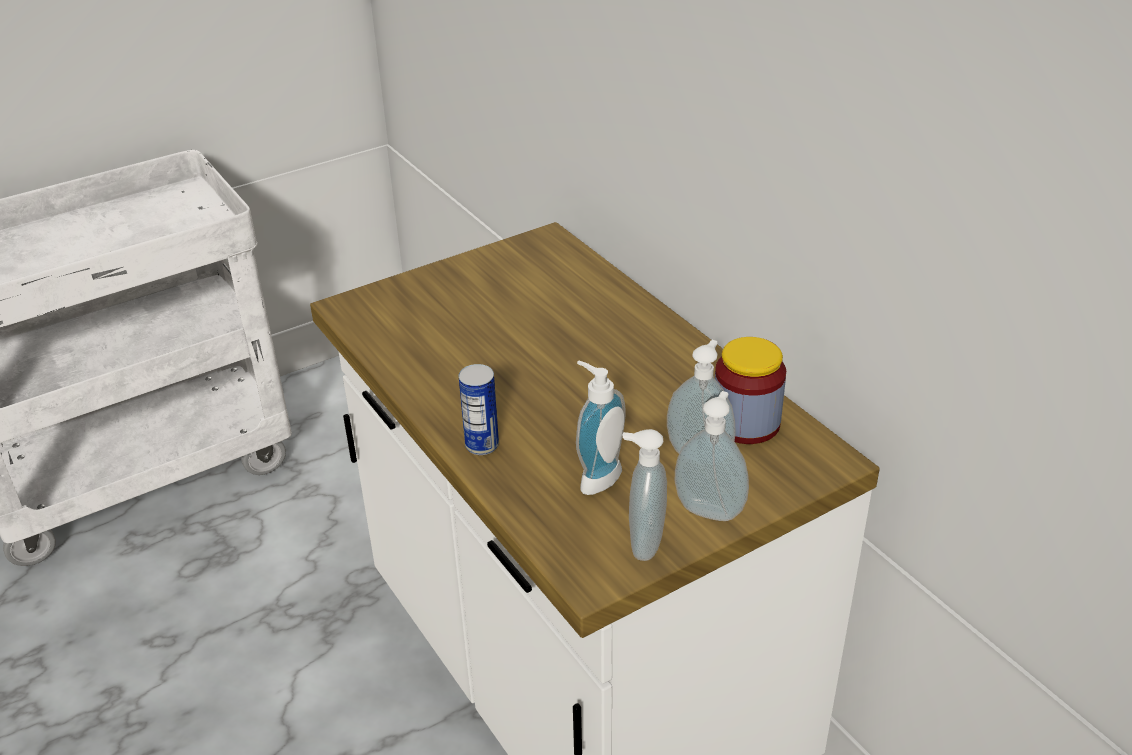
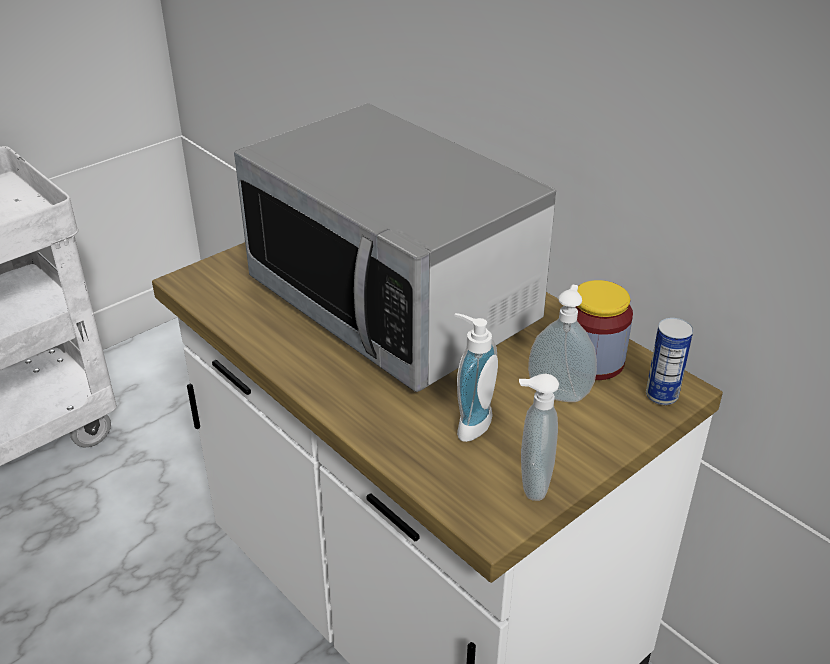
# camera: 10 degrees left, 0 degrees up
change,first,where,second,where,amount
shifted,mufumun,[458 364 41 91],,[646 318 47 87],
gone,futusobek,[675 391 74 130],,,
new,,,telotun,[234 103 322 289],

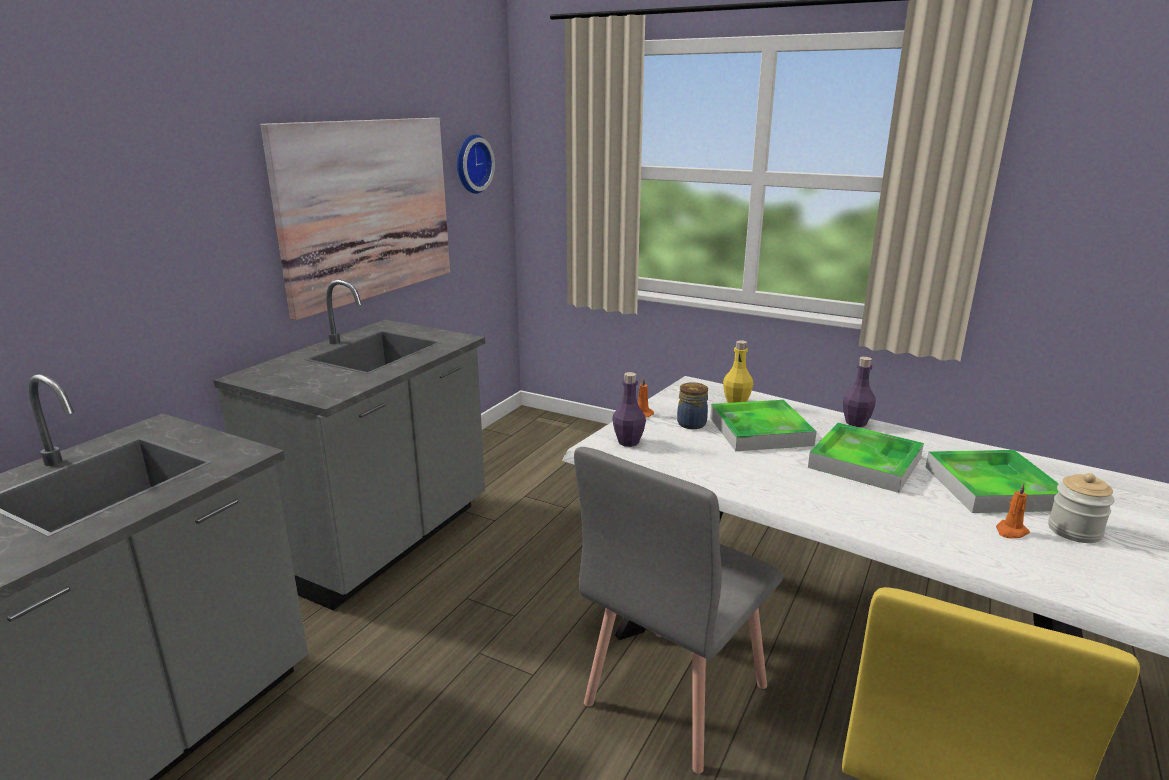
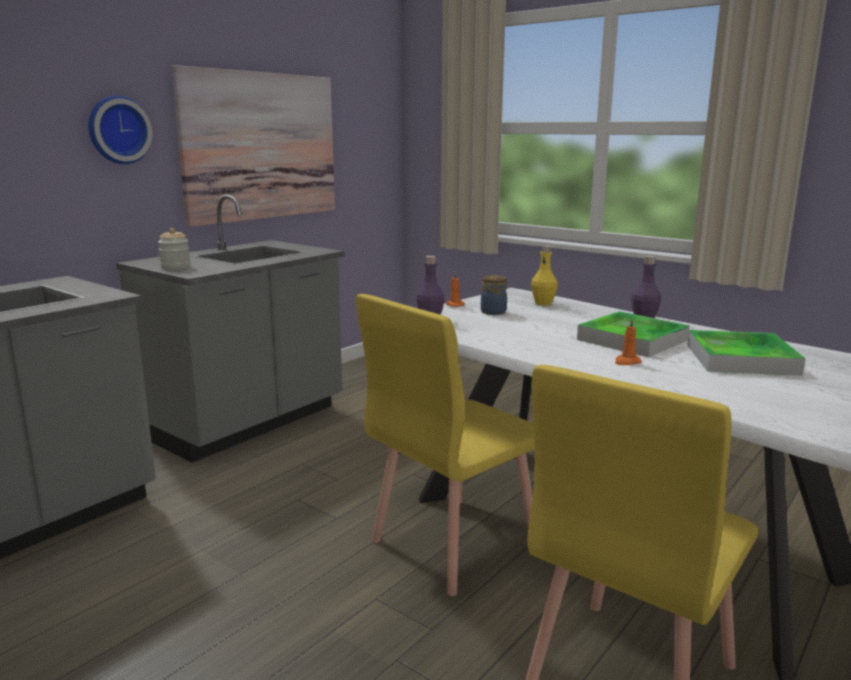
# camera: 10 degrees right, 5 degrees down
change,first,where,second,where,amount
shifted,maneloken,[457 135 38 59],,[88 95 64 69],
gone,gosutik,[710 400 107 51],,,
repainted,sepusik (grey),[574 447 209 327],sepusik (yellow),[356 294 178 302],
shifted,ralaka,[1048 473 67 70],,[158 228 33 41],
shifted,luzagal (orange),[996 483 34 56],,[615 319 27 46],

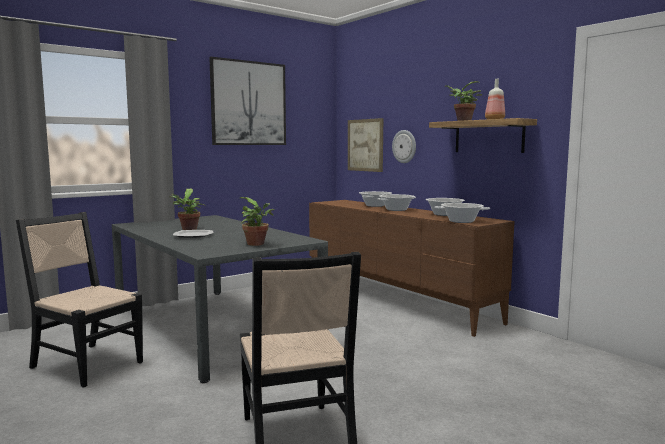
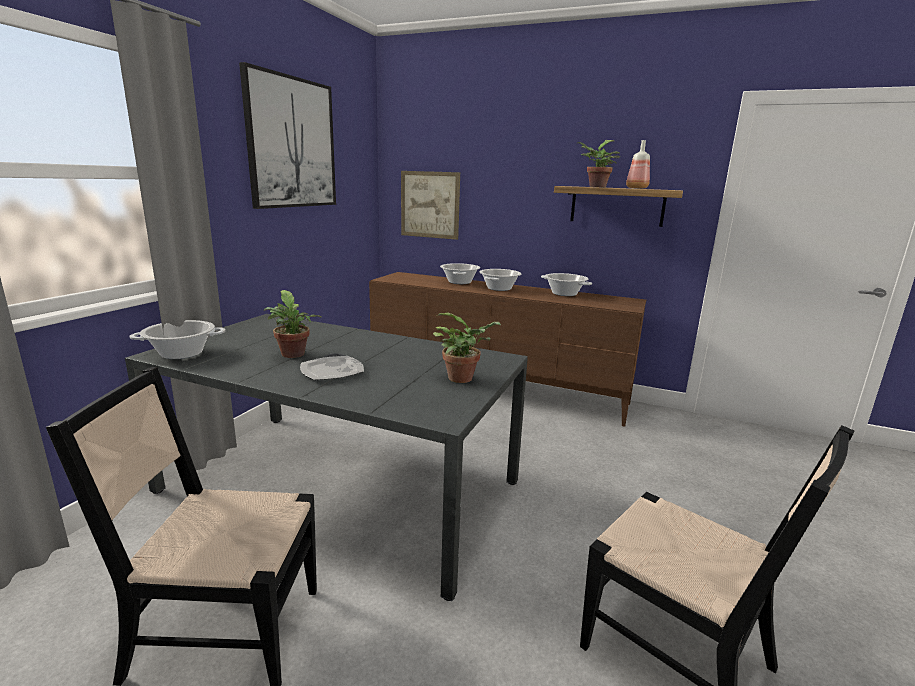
# camera: 30 degrees left, 10 degrees up
change,first,where,second,where,amount
gone,maneloken,[392 130 24 33],,,
shifted,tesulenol,[434 203 56 20],,[129 320 96 39],

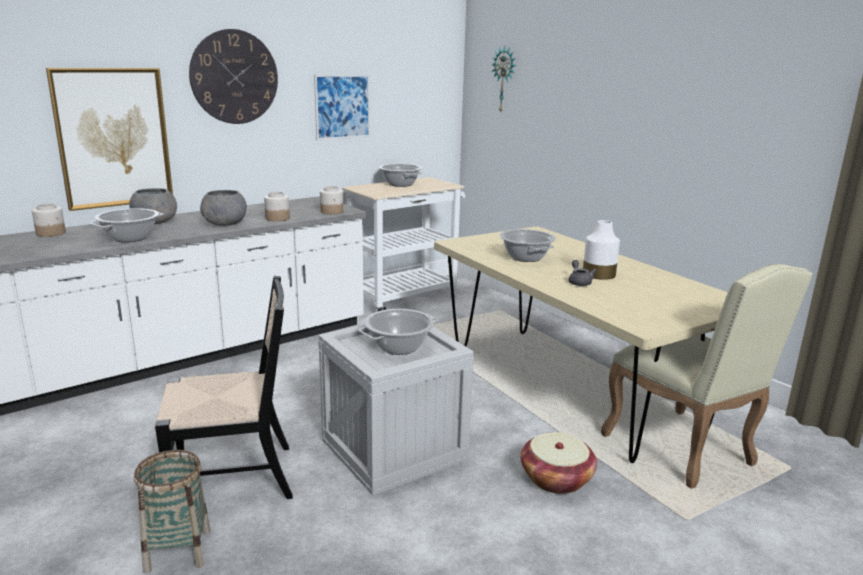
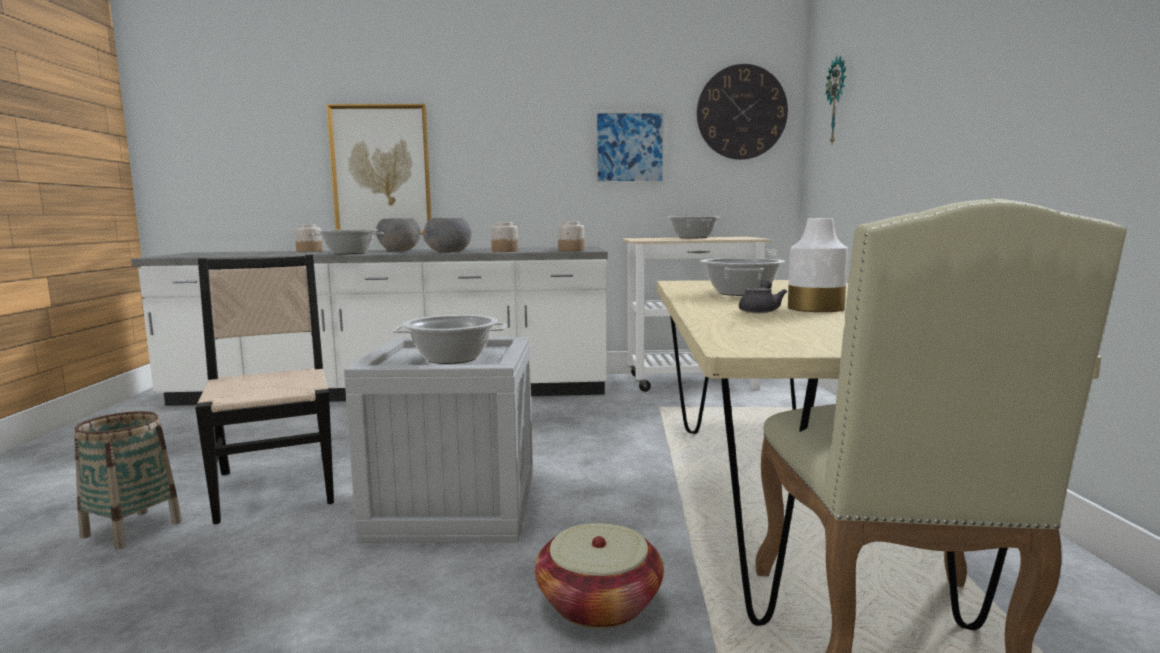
# camera: 35 degrees right, 10 degrees down
change,first,where,second,where,amount
shifted,maneloken,[189 29 89 95],,[697 64 91 96],
rotated,sepusik,[155 276 138 223],,[195 255 139 269],135 degrees counterclockwise

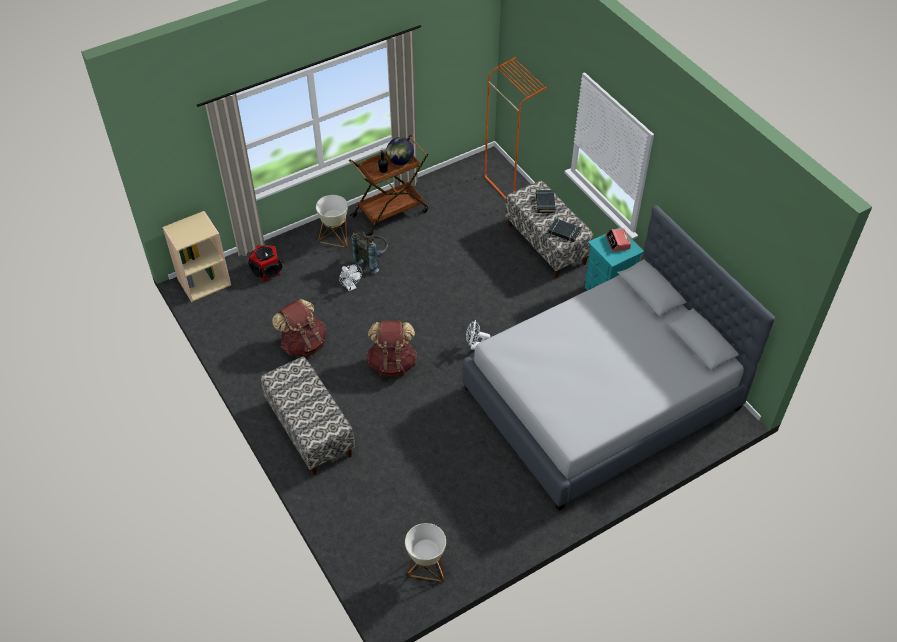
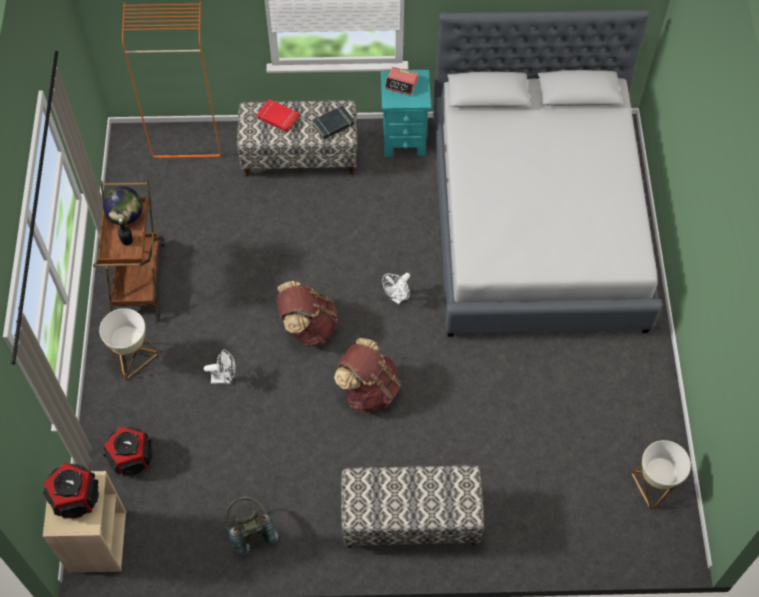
# camera: 60 degrees left, 10 degrees up
change,first,where,second,where,amount
repainted,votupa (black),[536 190 20 23],votupa (red),[257 99 42 33],
shifted,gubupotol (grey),[351 231 37 43],,[225 497 53 58],
shifted,gubupotol (brown),[272 299 54 58],,[277 281 61 65],
new,,,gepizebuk,[43 463 56 56],

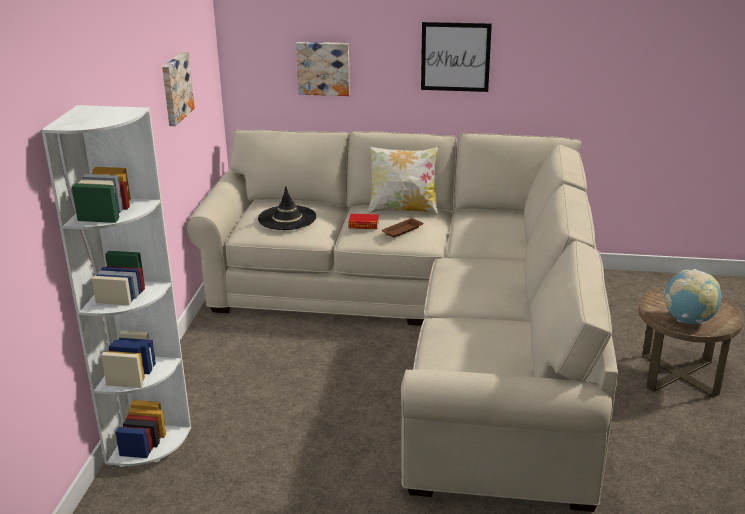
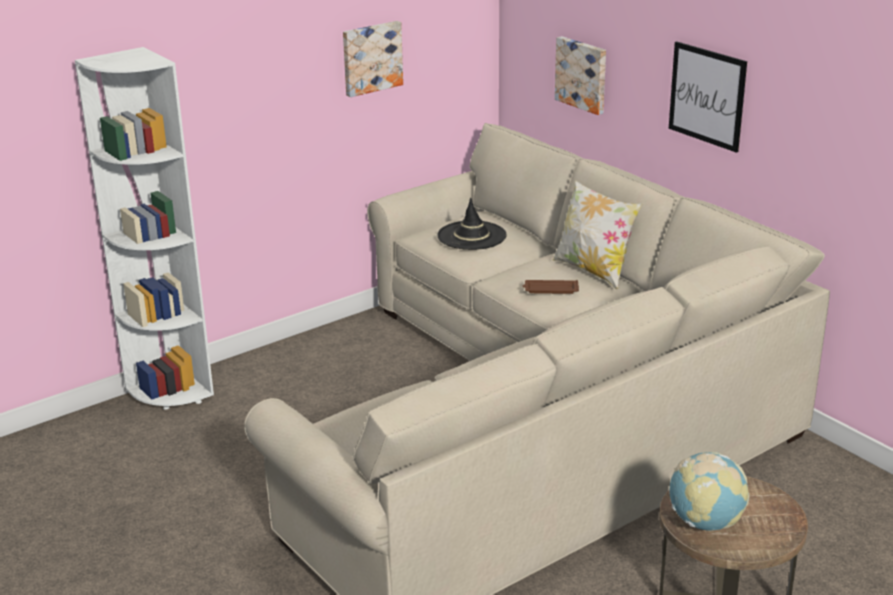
# camera: 45 degrees right, 0 degrees up
change,first,where,second,where,amount
gone,votupa,[348 214 31 15],,,

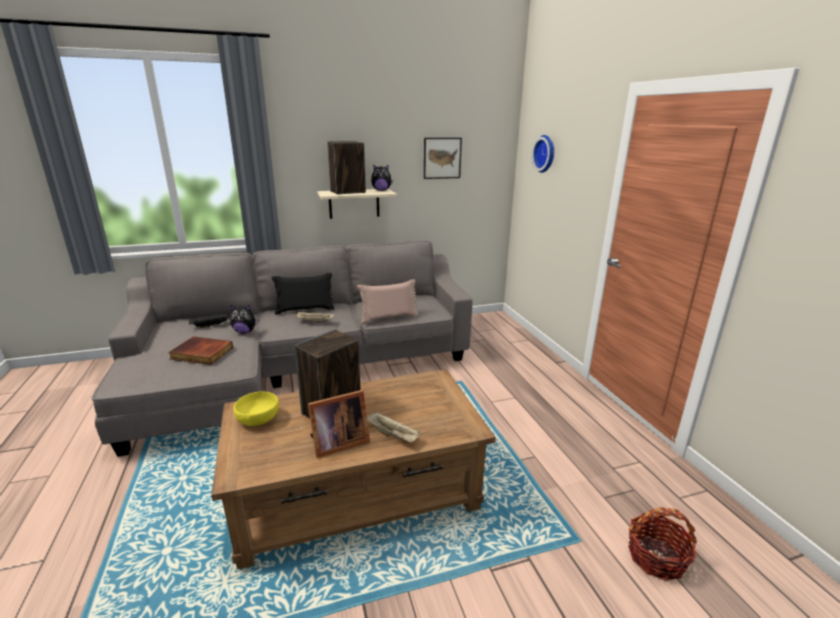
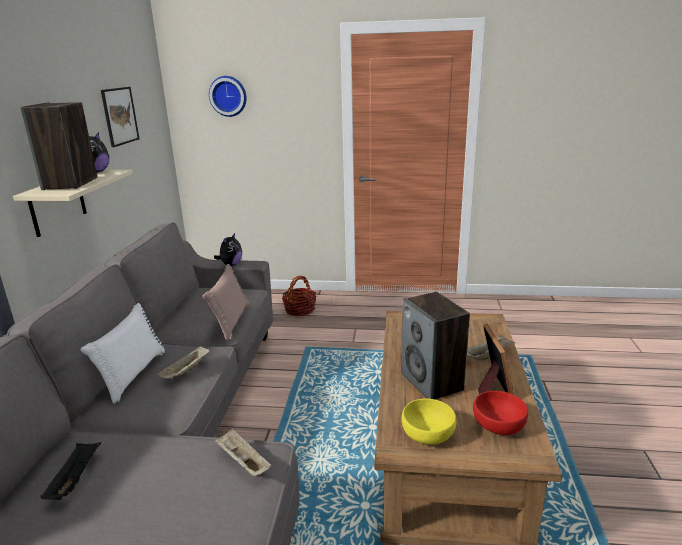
# camera: 65 degrees left, 0 degrees up
change,first,where,second,where,amount
repainted,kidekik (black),[271 273 63 42],kidekik (white),[81 303 84 101],
shifted,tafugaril,[230 305 29 28],,[214 233 28 33],
gone,votupa,[168 336 65 29],,,
shifted,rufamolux,[628 507 69 74],,[282 276 35 40],
new,,,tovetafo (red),[473 391 55 44],
new,,,gosutik (beige),[215 428 57 48],

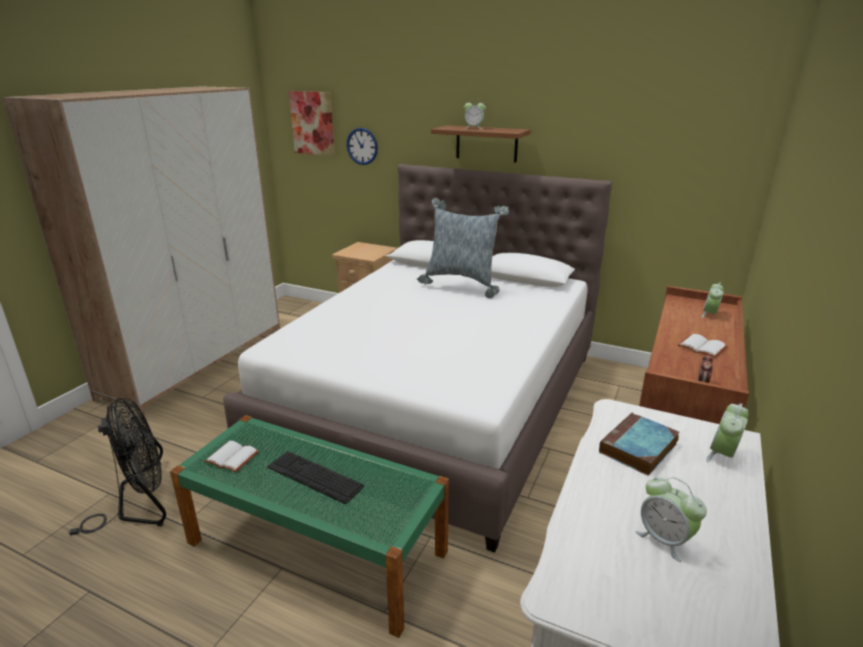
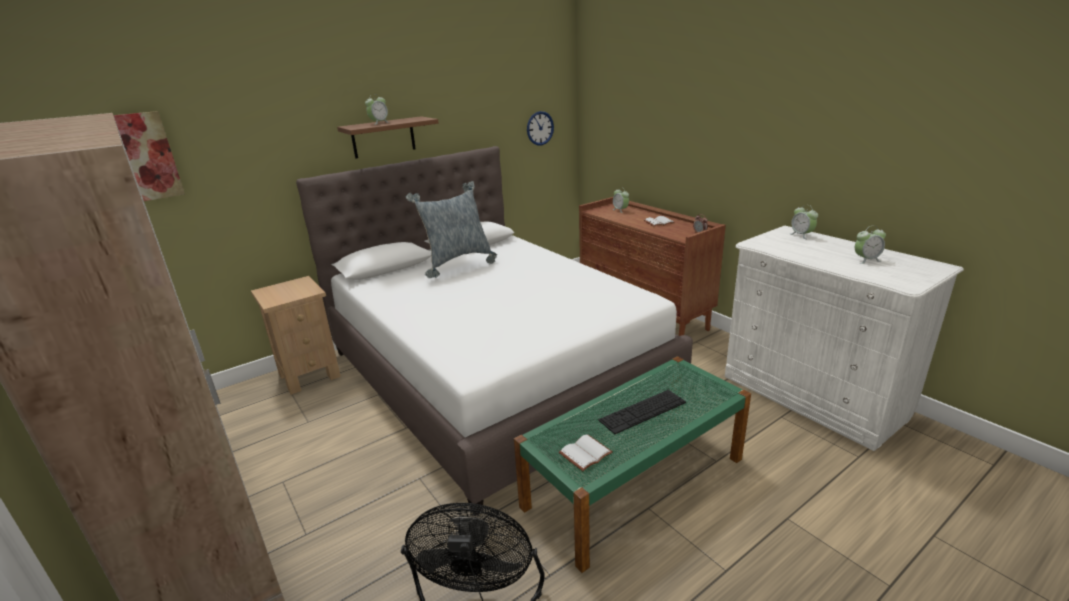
# camera: 60 degrees left, 0 degrees up
change,first,where,second,where,amount
shifted,maneloken,[346 128 32 37],,[527 111 27 35],
gone,votupa,[599 413 80 63],,,

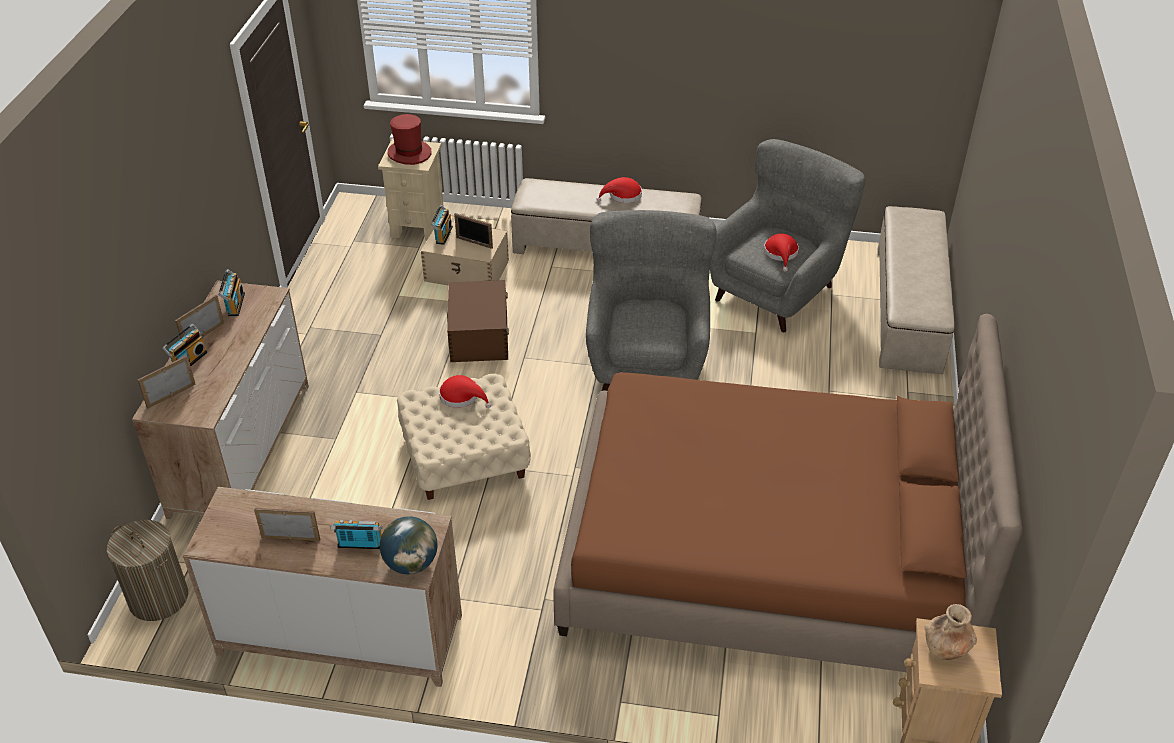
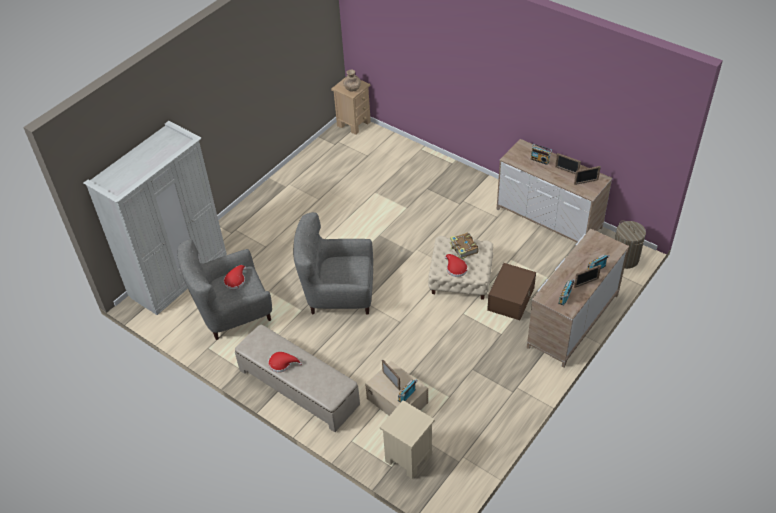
# camera: 150 degrees left, 5 degrees up
change,first,where,second,where,amount
gone,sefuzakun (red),[388 114 43 51],,,
swapped,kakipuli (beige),[878 206 77 168],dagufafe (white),[83 121 144 194],
rotated,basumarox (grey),[586 210 130 181],,[293 212 80 103],60 degrees clockwise
shifted,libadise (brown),[447 280 62 82],,[487 263 49 57],
gone,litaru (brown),[553 314 470 358],,,
shifted,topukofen,[138 355 58 53],,[574 166 27 19],
gone,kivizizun,[380 516 57 58],,,
new,,,votupa,[450 232 29 27],

